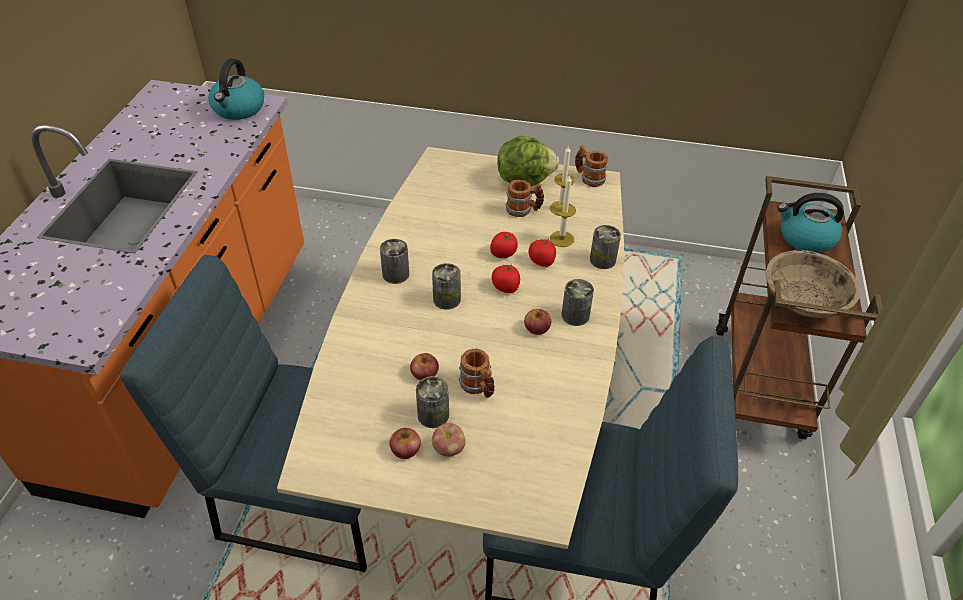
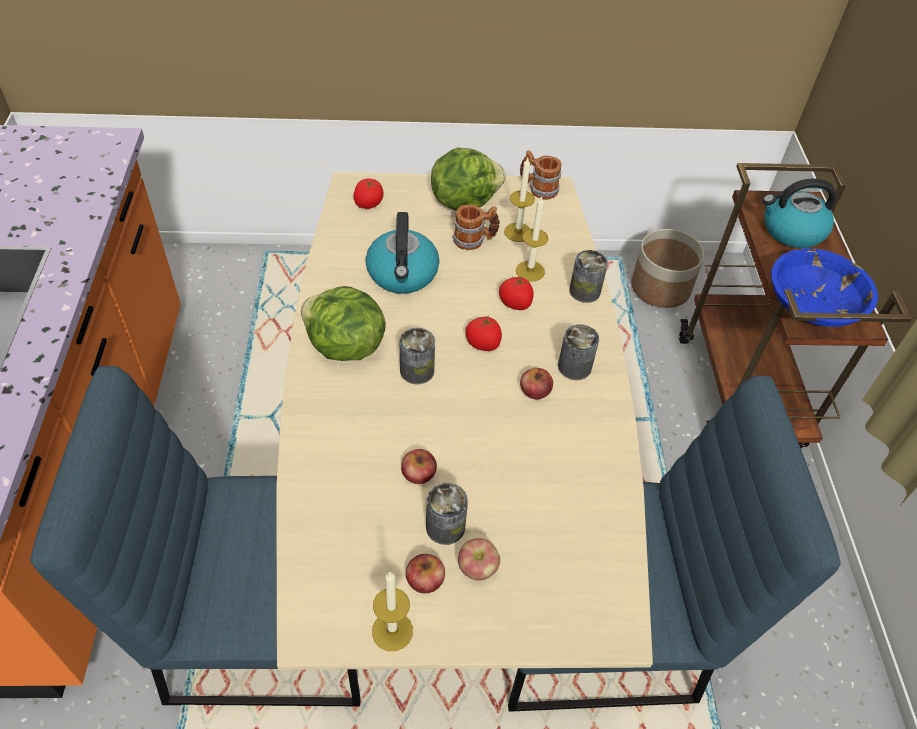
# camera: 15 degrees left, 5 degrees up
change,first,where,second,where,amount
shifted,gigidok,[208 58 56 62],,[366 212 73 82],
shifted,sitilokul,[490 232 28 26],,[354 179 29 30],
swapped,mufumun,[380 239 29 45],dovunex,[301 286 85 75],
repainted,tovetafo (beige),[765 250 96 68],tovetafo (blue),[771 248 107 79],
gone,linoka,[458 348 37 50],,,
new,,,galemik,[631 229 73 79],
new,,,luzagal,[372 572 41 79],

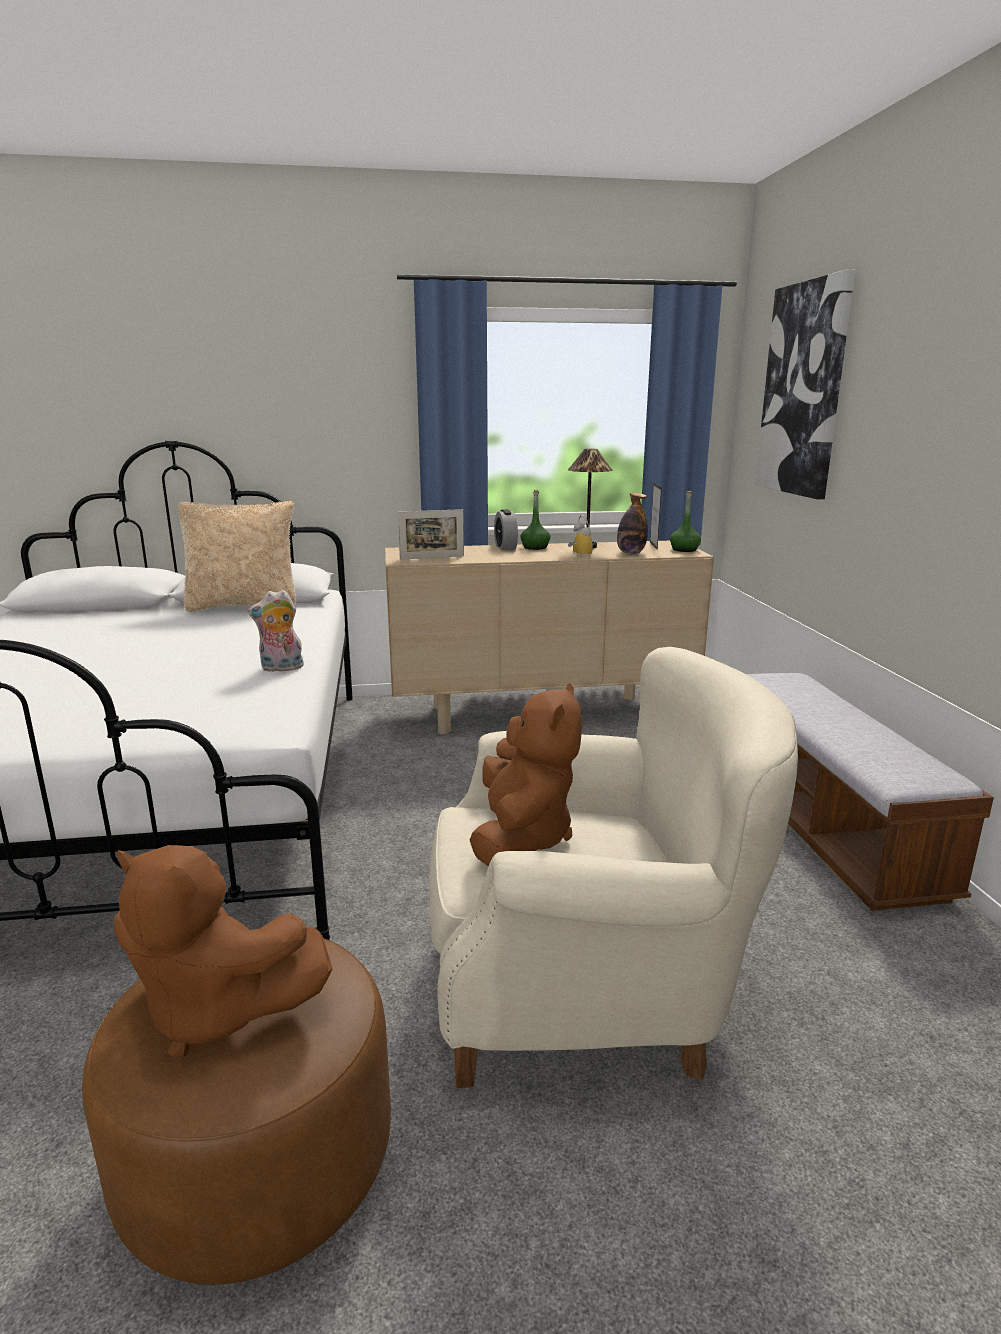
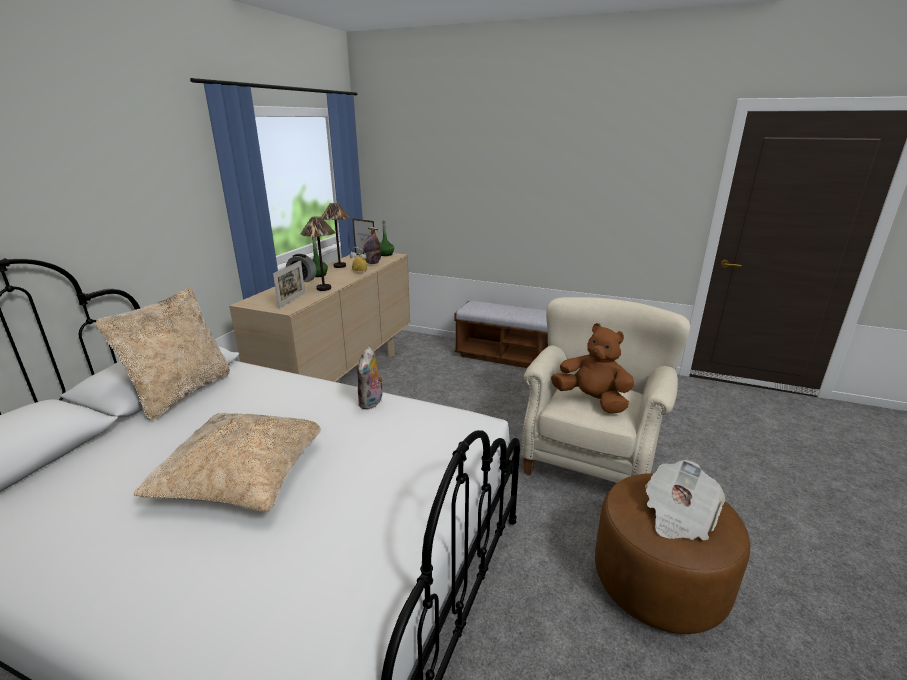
# camera: 60 degrees left, 5 degrees up
change,first,where,second,where,amount
gone,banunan,[755 269 100 230],,,
swapped,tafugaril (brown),[114 845 219 214],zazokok,[645 460 81 80],
new,,,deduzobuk,[300 216 35 75],
new,,,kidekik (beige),[133 413 188 99],

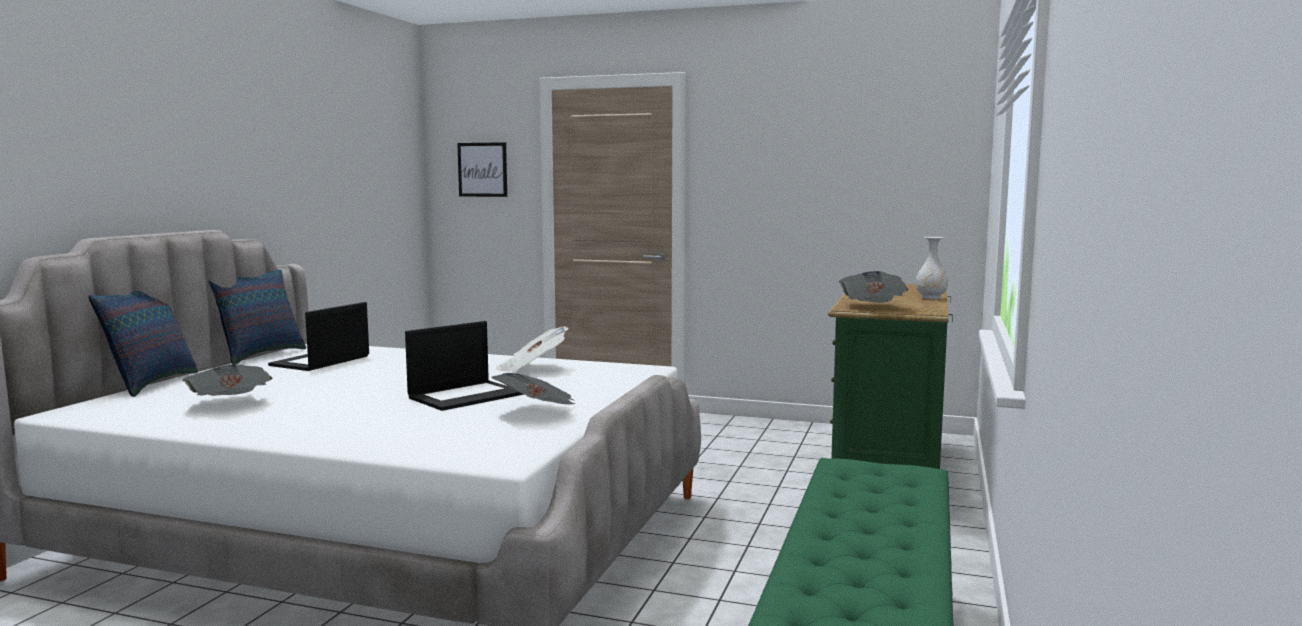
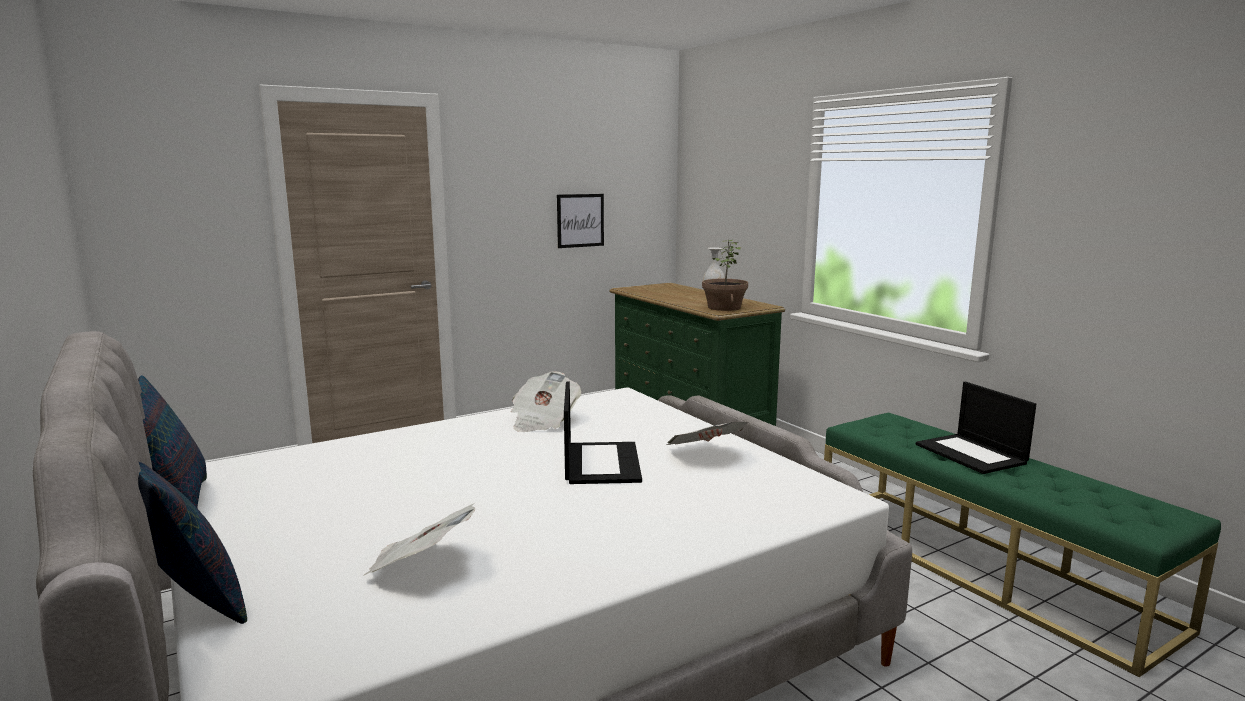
# camera: 50 degrees left, 5 degrees up
change,first,where,second,where,amount
shifted,banunan,[457 142 50 55],,[557 194 47 54],
swapped,zazokok,[839 271 69 32],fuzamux,[702 239 46 72],
shifted,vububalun,[268 302 101 69],,[916 382 120 92],

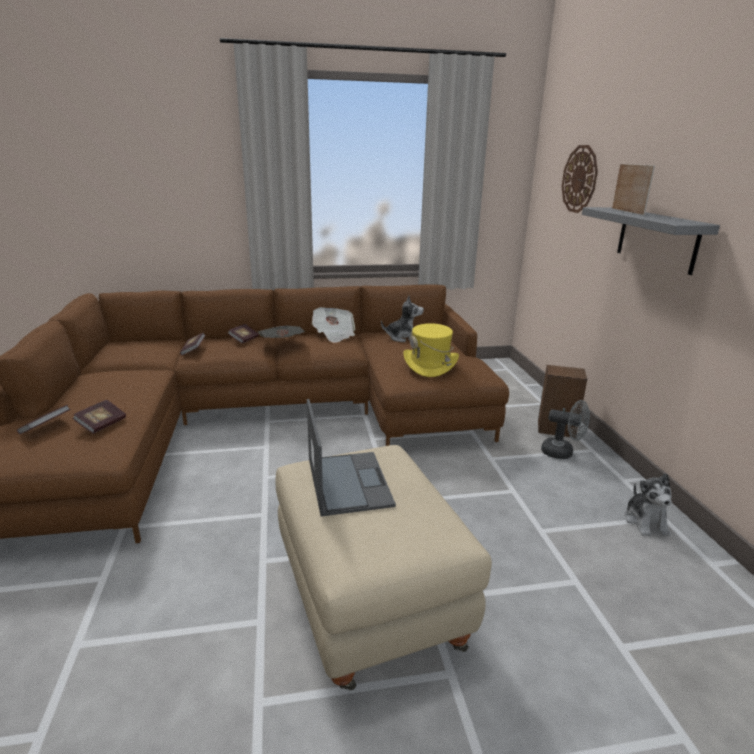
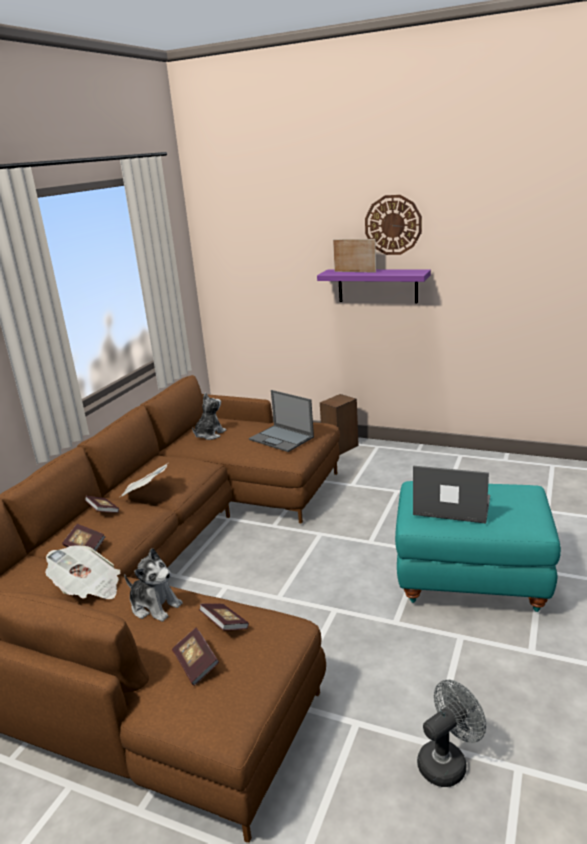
# camera: 55 degrees left, 0 degrees up
change,first,where,second,where,amount
shifted,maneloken,[562 145 36 68],,[365 195 57 60],
repainted,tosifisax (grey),[582 207 138 68],tosifisax (purple),[317 270 114 33],
shifted,zazokok,[312 307 43 36],,[45 545 75 54],
swapped,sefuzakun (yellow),[403 323 56 54],vububalun,[249 390 65 62],
shifted,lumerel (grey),[541 400 49 59],,[417 680 69 107],
repainted,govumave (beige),[276 445 216 245],govumave (turquoise),[395 481 166 131],
shifted,tafugaril,[624 473 48 63],,[124 548 59 74],

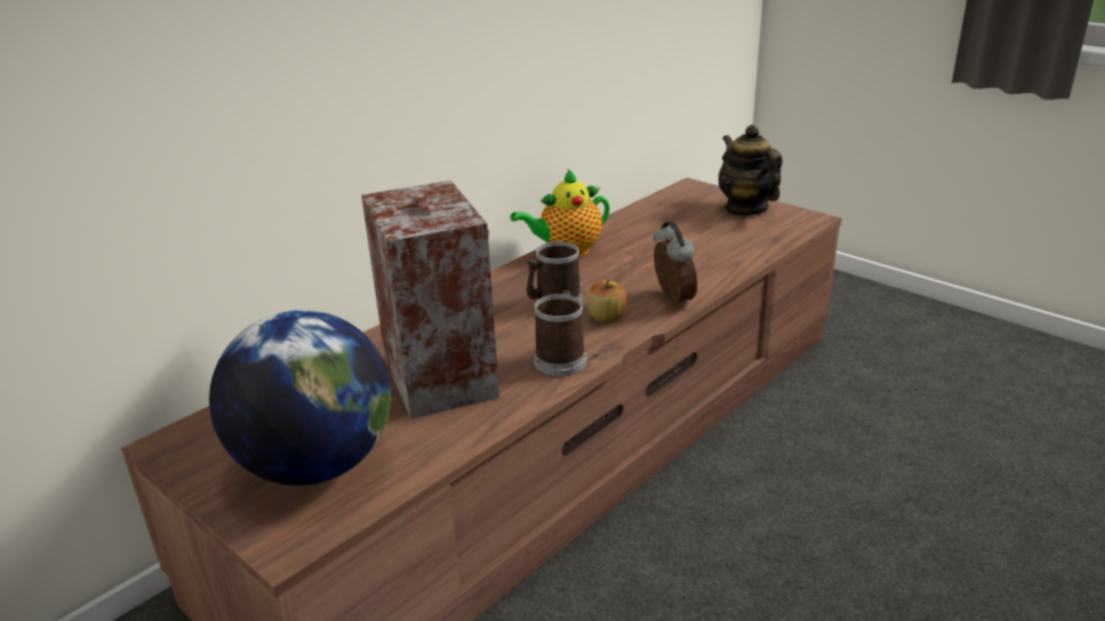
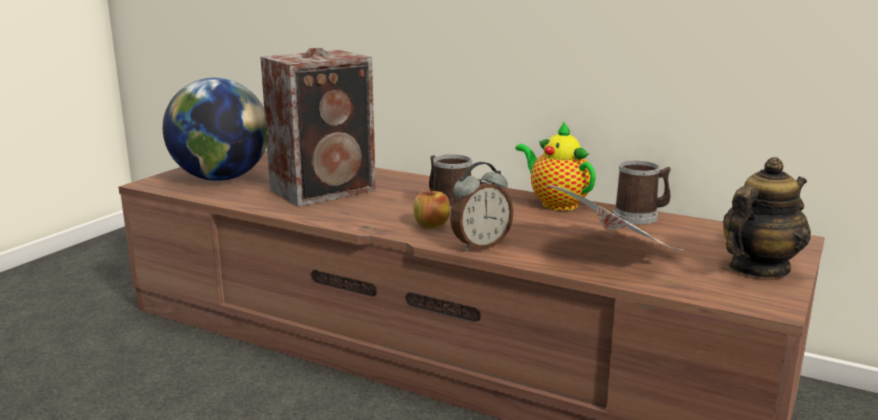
# camera: 75 degrees right, 10 degrees down
change,first,where,second,where,amount
shifted,linoka,[534 290 53 86],,[613 161 58 64],
new,,,zazokok,[544 185 139 65],

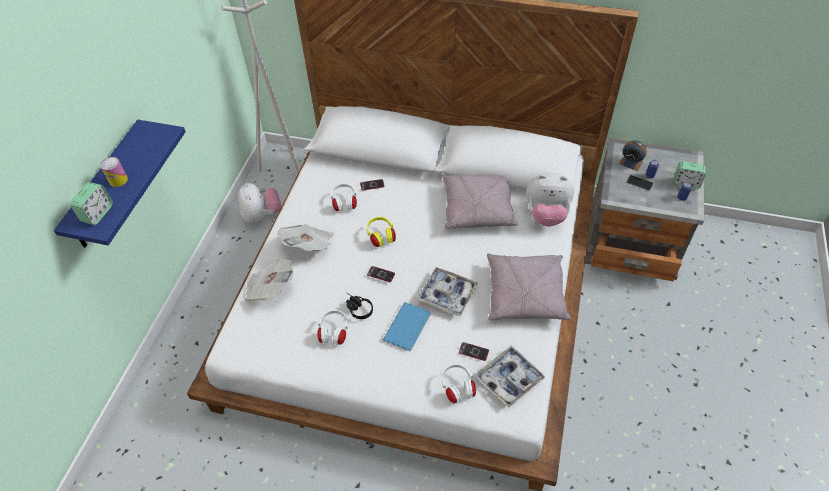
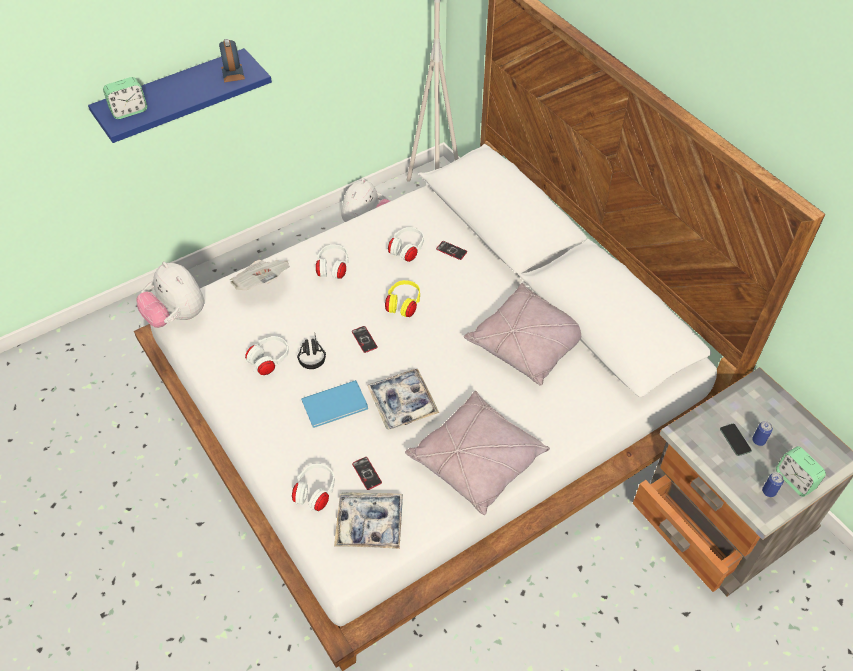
# camera: 40 degrees right, 0 degrees up
change,first,where,second,where,amount
shifted,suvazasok,[619 141 28 30],,[219 39 26 43],
gone,mufumun,[100 157 28 30],,,
shifted,tafugaril,[526 172 48 54],,[136 262 69 66],
swapped,zazokok,[277 224 57 27],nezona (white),[316 244 33 35],

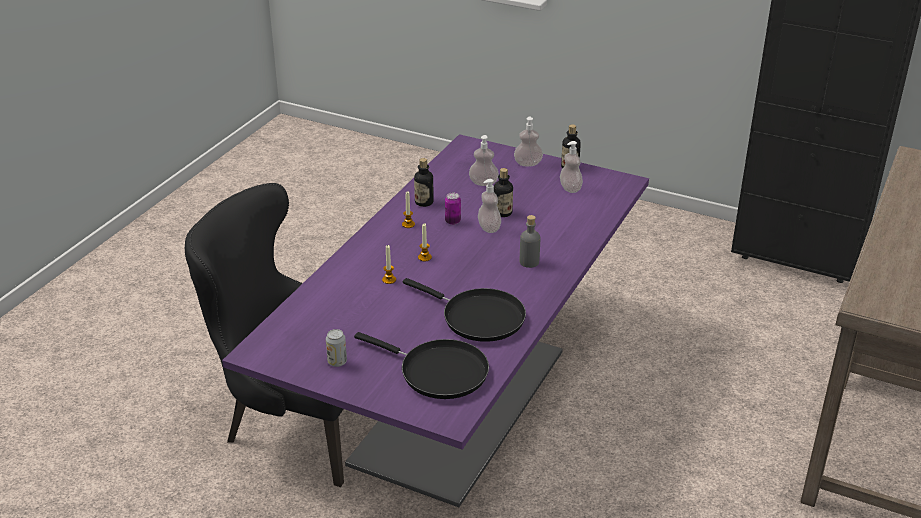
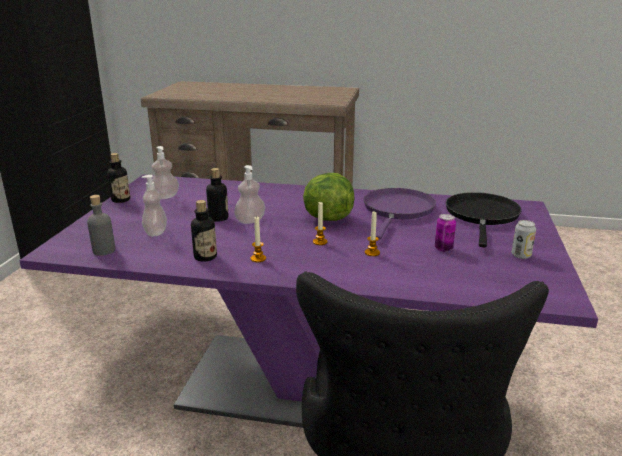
# camera: 105 degrees left, 10 degrees down
change,first,where,second,where,amount
gone,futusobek,[514 117 29 50],,,
shifted,mufumun,[445 193 16 32],,[435 214 21 38],
shifted,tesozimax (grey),[520 215 20 53],,[87 195 29 61],
repainted,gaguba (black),[403 278 123 64],gaguba (purple),[364 188 72 52],
new,,,dovunex,[303 173 52 48],

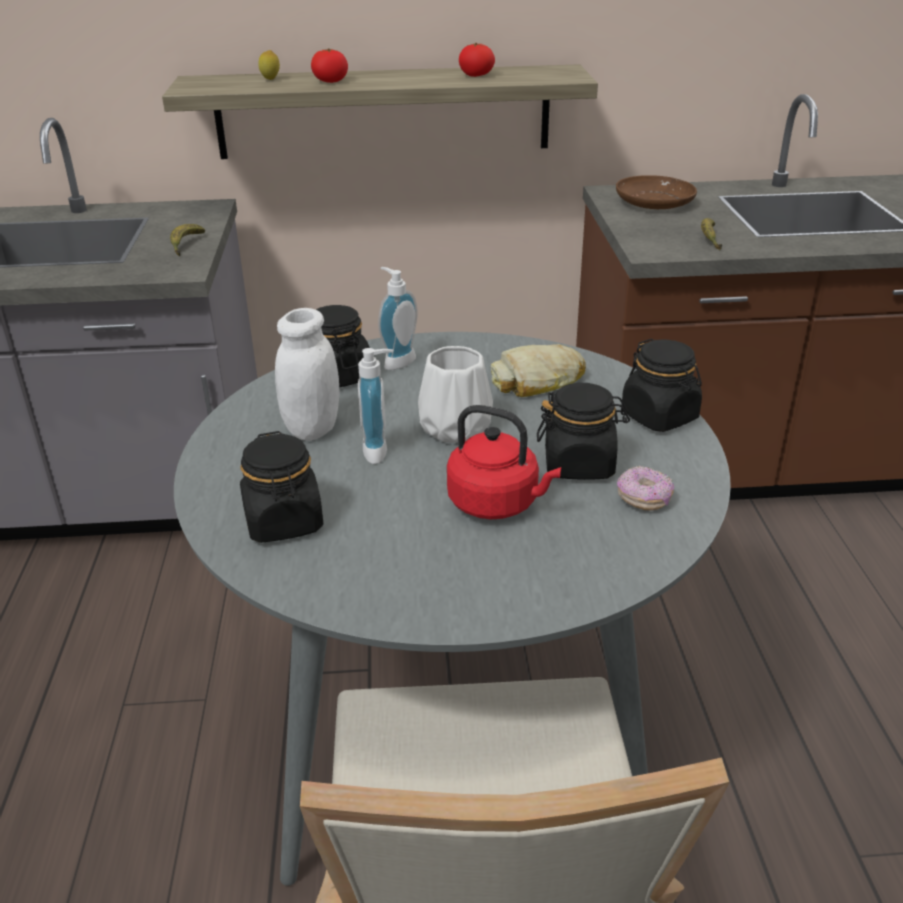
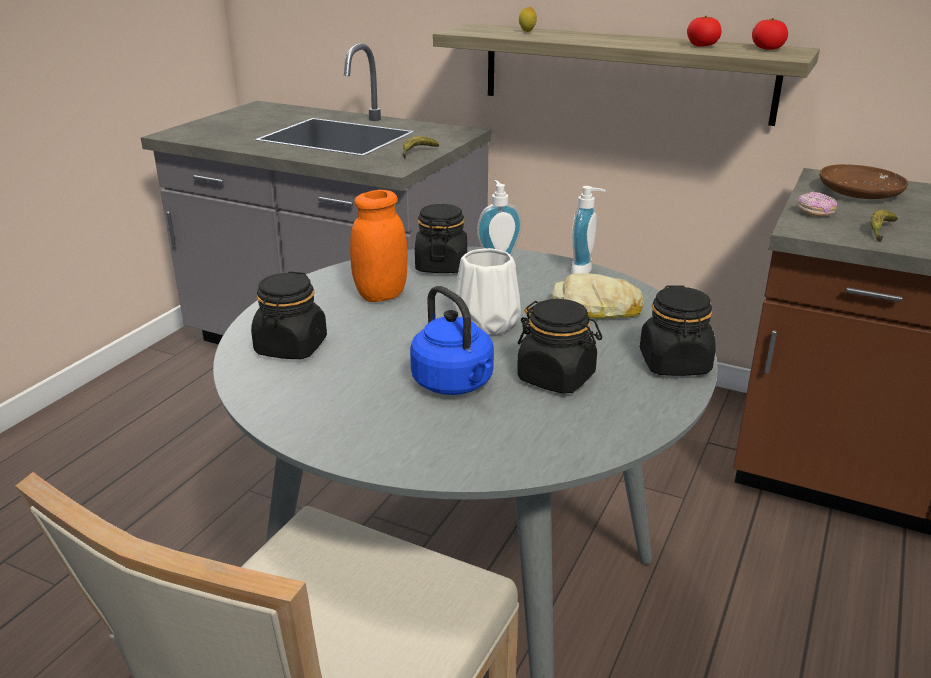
# camera: 30 degrees right, 5 degrees down
change,first,where,second,where,amount
shifted,sitilokul,[311 48 37 35],,[752 18 36 32],
repainted,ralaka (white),[275 308 65 133],ralaka (orange),[350 190 57 112],
shifted,futusobek,[358 348 36 116],,[571 186 35 88],
repainted,gigidok (red),[447 405 114 114],gigidok (blue),[410 286 84 109],
shifted,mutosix,[617 466 57 45],,[797 192 40 25],

